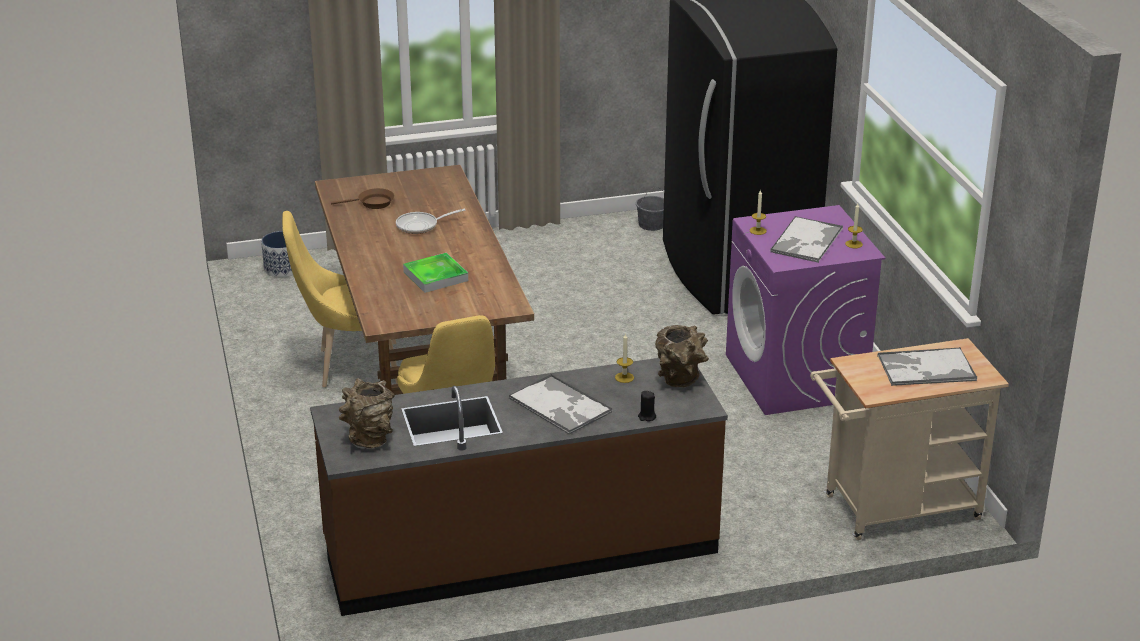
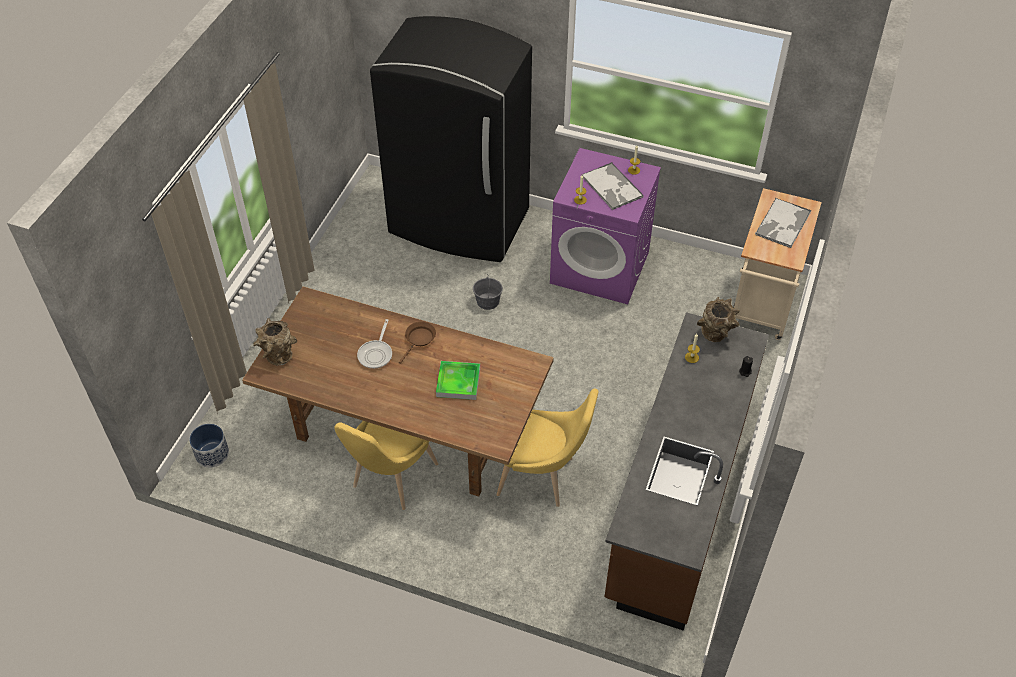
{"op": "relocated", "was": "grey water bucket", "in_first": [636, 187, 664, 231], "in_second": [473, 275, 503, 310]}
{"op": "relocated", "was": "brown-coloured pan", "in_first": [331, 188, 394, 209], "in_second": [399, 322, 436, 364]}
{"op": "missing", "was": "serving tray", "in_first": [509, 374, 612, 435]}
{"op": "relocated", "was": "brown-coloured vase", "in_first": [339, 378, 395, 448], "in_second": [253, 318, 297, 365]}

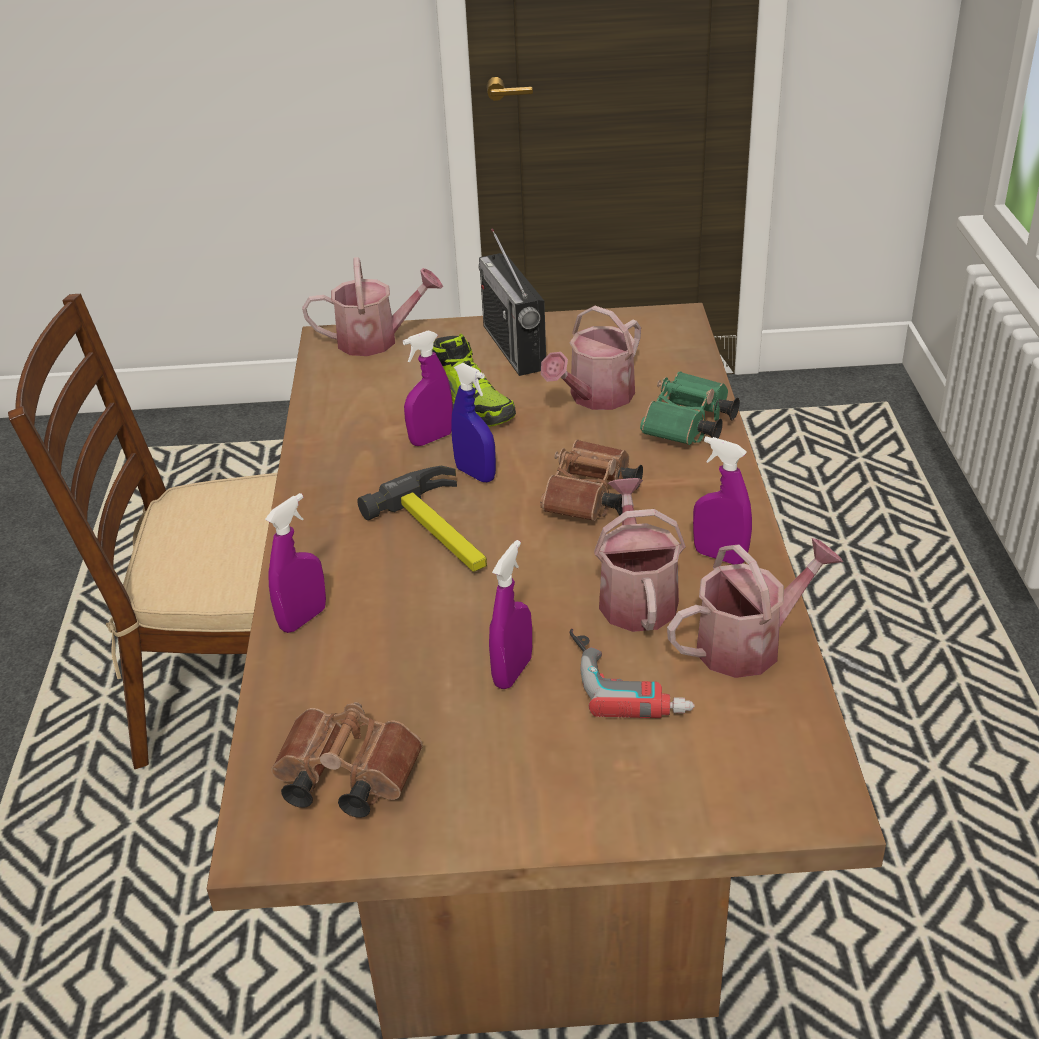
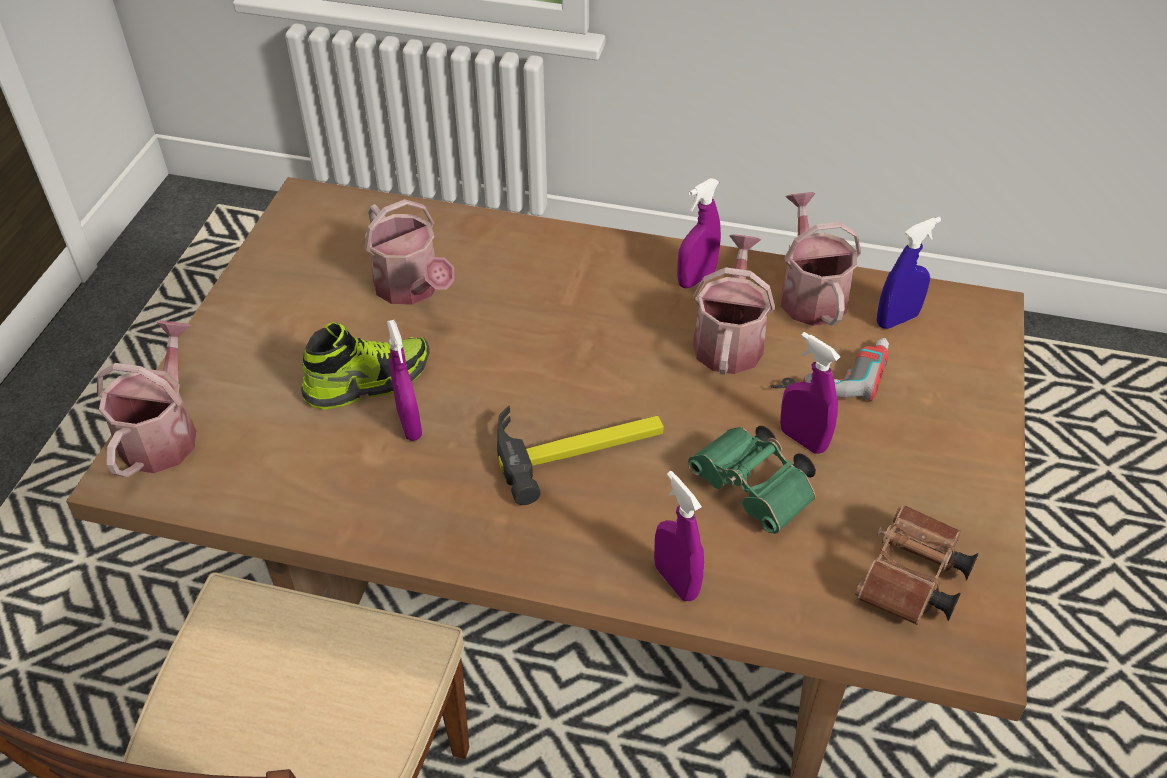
{"op": "missing", "was": "radio receiver", "in_first": [478, 228, 546, 376]}
{"op": "relocated", "was": "bluish spray bottle", "in_first": [451, 363, 496, 482], "in_second": [877, 217, 941, 329]}
{"op": "relocated", "was": "greenish binoculars", "in_first": [640, 371, 740, 445], "in_second": [688, 426, 816, 534]}
{"op": "missing", "was": "brown-coloured binoculars", "in_first": [540, 439, 643, 521]}
{"op": "spun", "was": "watering can", "in_first": [594, 478, 686, 632], "in_second": [693, 234, 775, 375], "clockwise": 90}

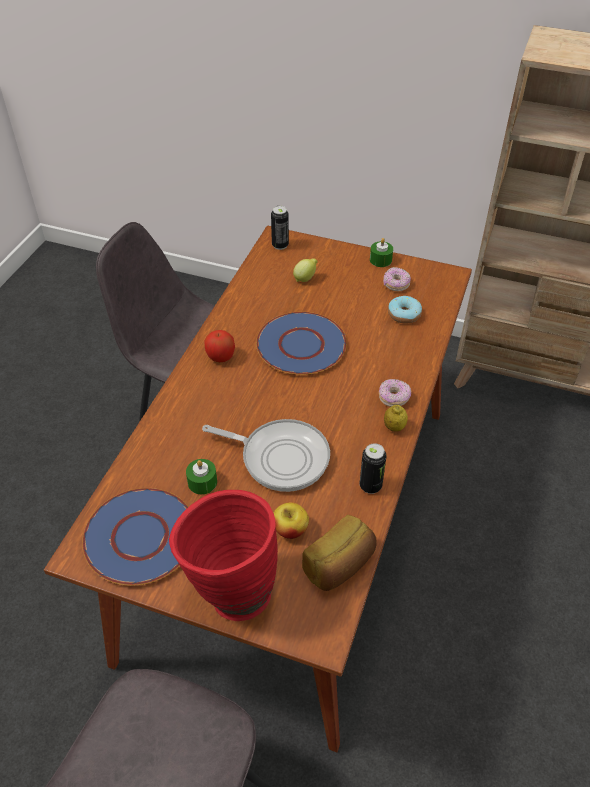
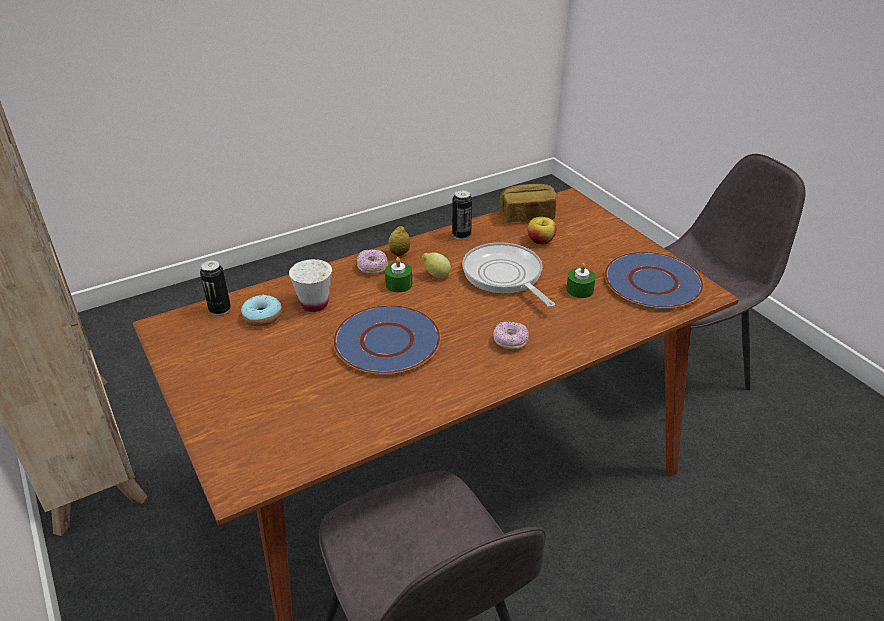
{"op": "relocated", "was": "sealed can", "in_first": [271, 206, 289, 250], "in_second": [200, 260, 231, 316]}
{"op": "relocated", "was": "greenish wax light", "in_first": [370, 238, 393, 267], "in_second": [385, 257, 412, 292]}
{"op": "relocated", "was": "whole lemon", "in_first": [293, 258, 318, 282], "in_second": [422, 253, 451, 278]}
{"op": "relocated", "was": "doughnut", "in_first": [383, 267, 411, 291], "in_second": [493, 321, 529, 349]}
{"op": "missing", "was": "apple", "in_first": [205, 330, 235, 362]}
{"op": "missing", "was": "red-coloured vase", "in_first": [169, 490, 278, 621]}
{"op": "appeared", "now": "white drinking cup", "in_second": [289, 259, 332, 312]}

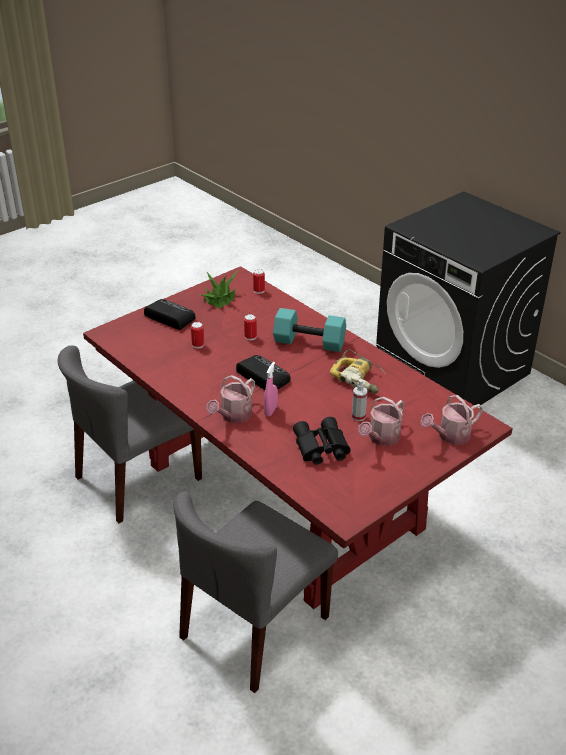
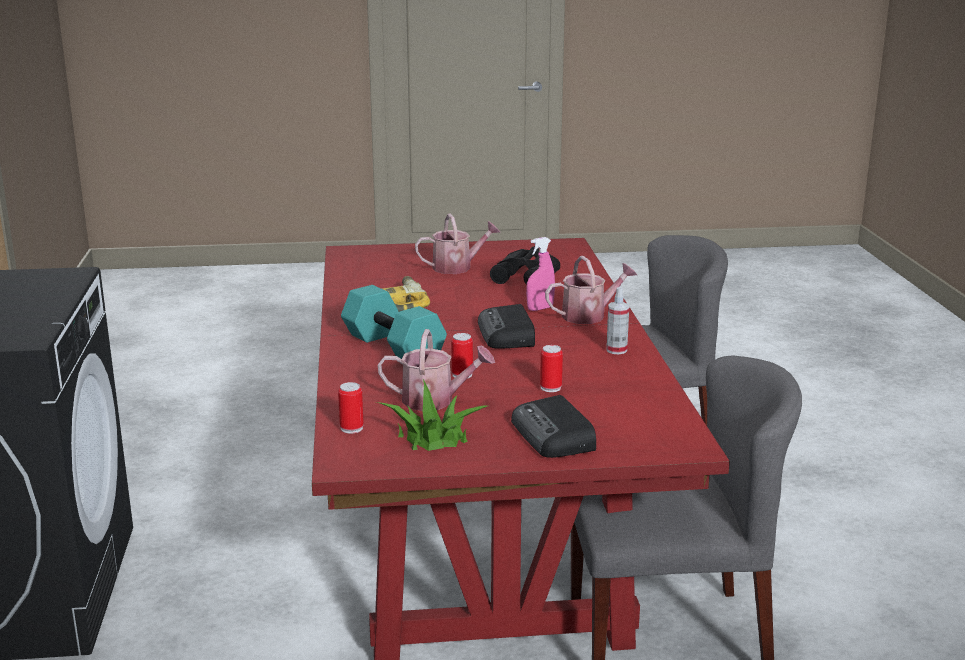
{"op": "relocated", "was": "spray bottle", "in_first": [352, 379, 367, 421], "in_second": [606, 287, 629, 354]}
{"op": "relocated", "was": "watering can", "in_first": [420, 395, 483, 445], "in_second": [378, 329, 495, 411]}

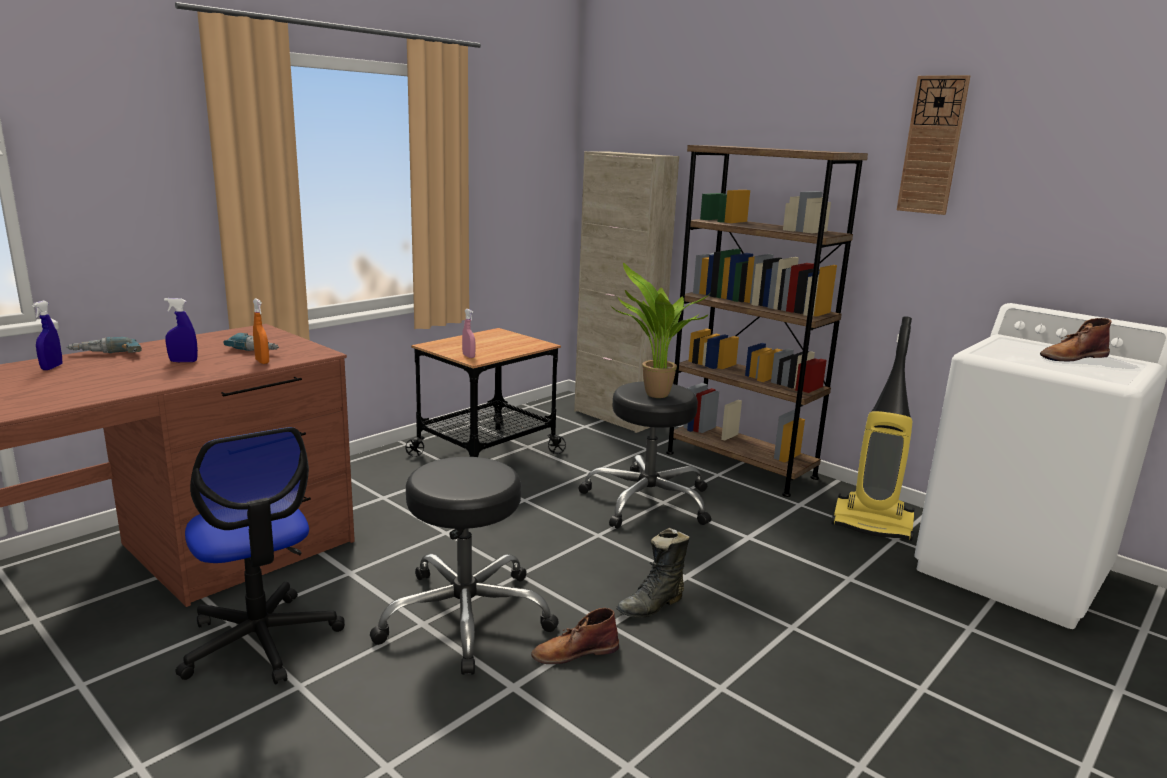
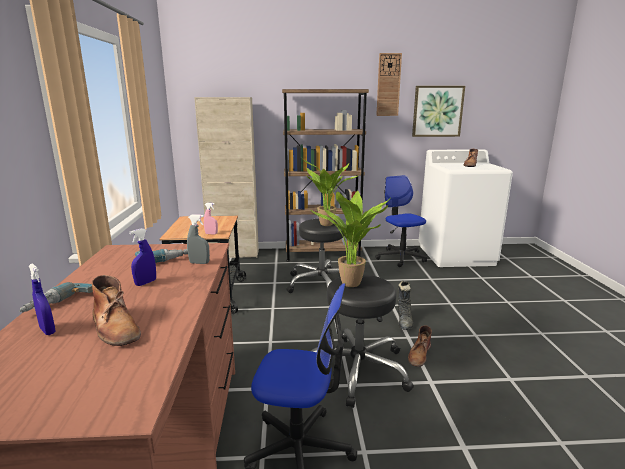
{"op": "colour", "was": "orangey spray bottle", "now": "grey spray bottle", "in_first": [253, 298, 269, 364], "in_second": [187, 214, 210, 264]}
{"op": "exchanged", "was": "vacuum cleaner", "now": "desk chair", "in_first": [831, 316, 915, 541], "in_second": [375, 175, 427, 267]}
{"op": "appeared", "now": "wall art", "in_second": [412, 86, 465, 137]}
{"op": "appeared", "now": "plant in a pot", "in_second": [309, 191, 390, 287]}
{"op": "appeared", "now": "brown-coloured high-top boot", "in_second": [92, 275, 141, 346]}

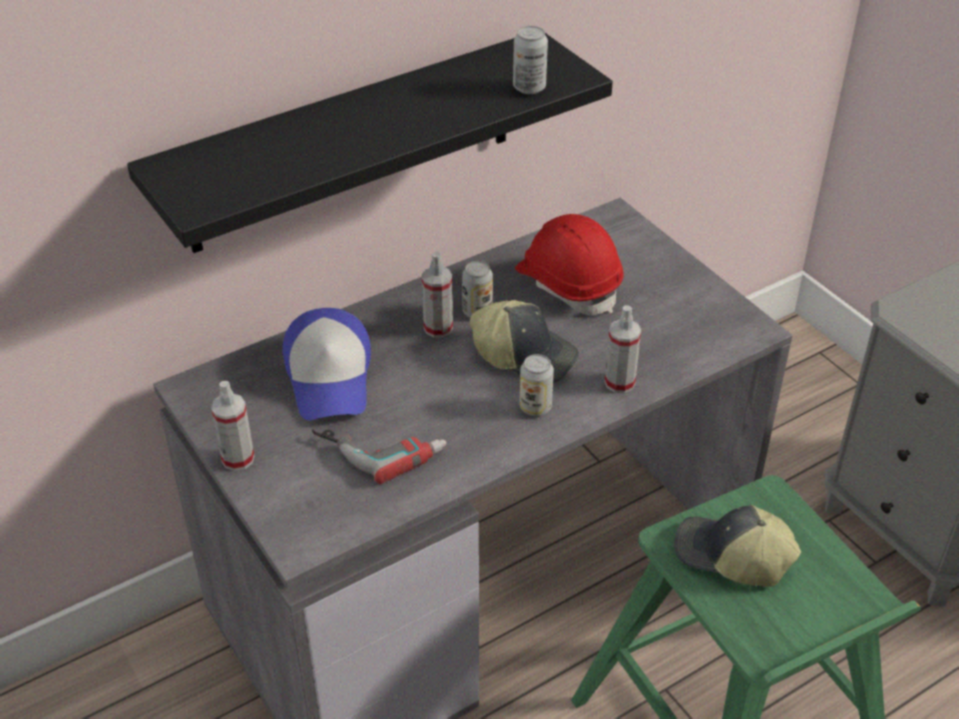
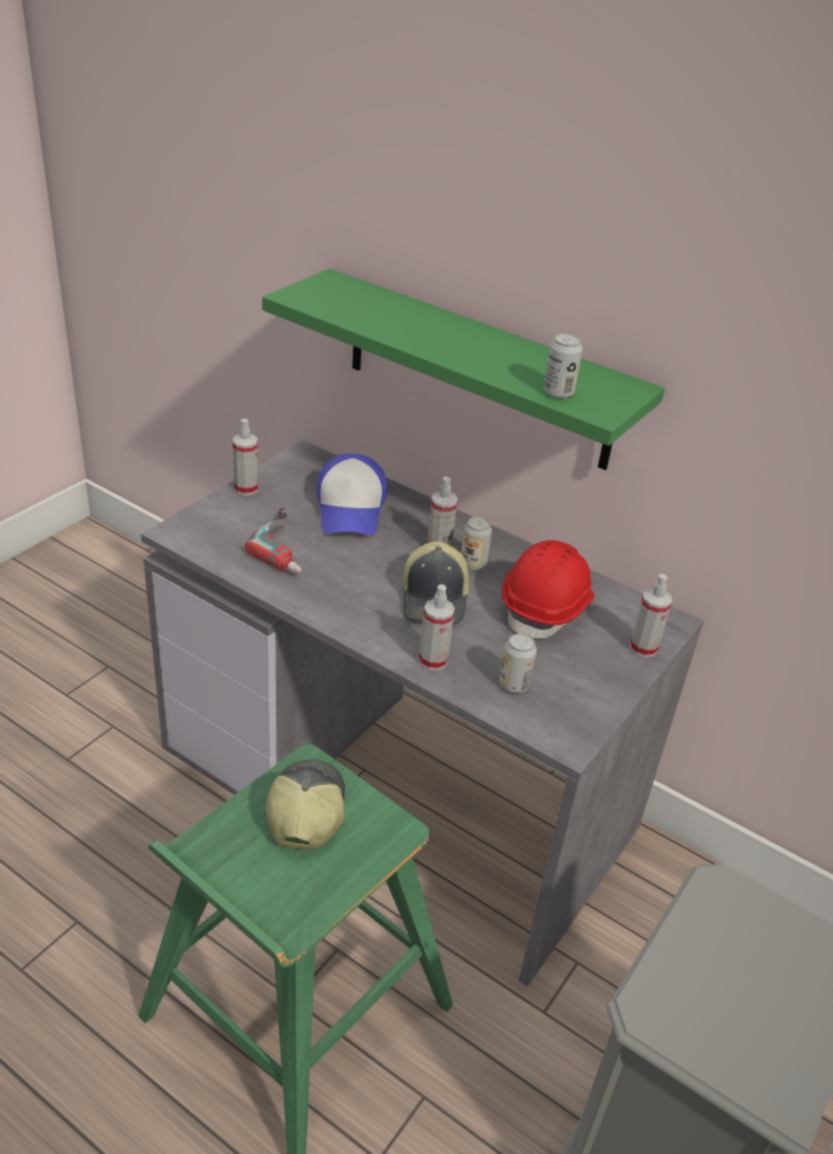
{"op": "colour", "was": "black shelf", "now": "greenish shelf", "in_first": [127, 33, 613, 253], "in_second": [262, 268, 665, 470]}
{"op": "spun", "was": "baseball cap", "in_first": [283, 308, 371, 420], "in_second": [317, 453, 387, 536], "clockwise": -60}
{"op": "relocated", "was": "sealed can", "in_first": [520, 354, 554, 416], "in_second": [499, 633, 537, 693]}
{"op": "appeared", "now": "spray bottle", "in_second": [630, 574, 672, 657]}

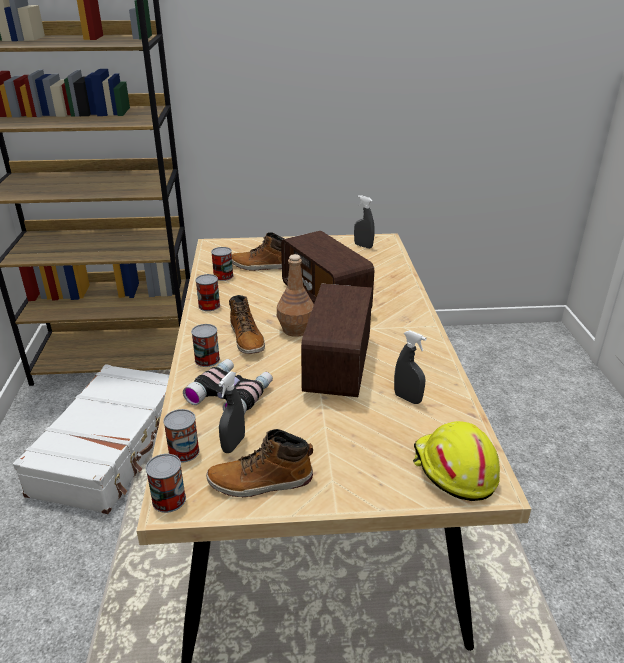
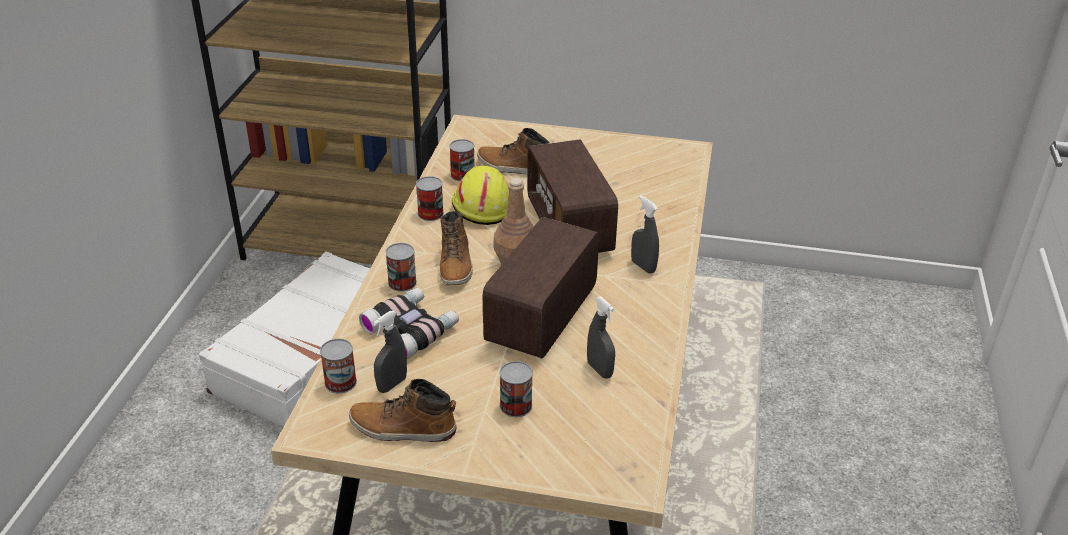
{"op": "relocated", "was": "grey spray bottle", "in_first": [354, 195, 375, 249], "in_second": [631, 195, 659, 274]}
{"op": "relocated", "was": "yellow safety helmet", "in_first": [413, 421, 500, 501], "in_second": [452, 166, 510, 225]}
{"op": "relocated", "was": "sealed can", "in_first": [146, 454, 186, 513], "in_second": [499, 361, 533, 417]}

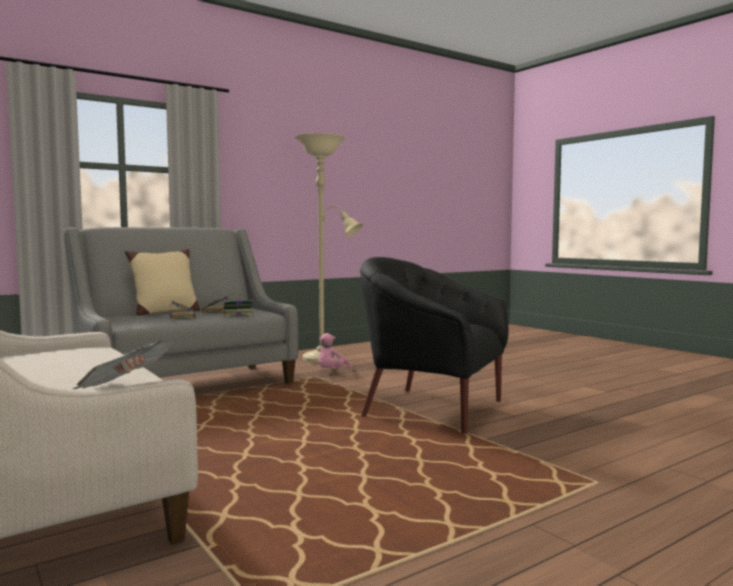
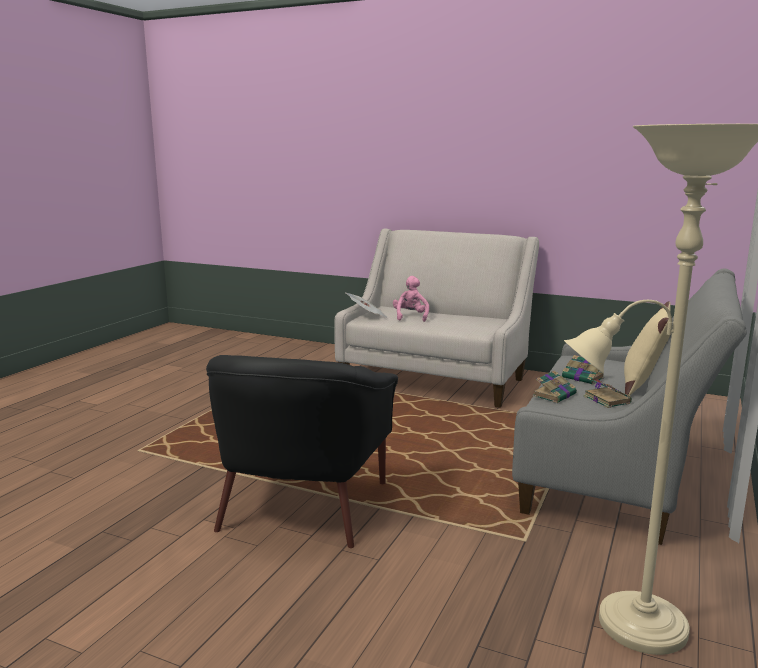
{"op": "spun", "was": "black easy chair", "in_first": [360, 257, 509, 434], "in_second": [206, 355, 398, 548], "clockwise": 105}
{"op": "relocated", "was": "pink cuddly toy", "in_first": [318, 333, 352, 369], "in_second": [393, 276, 429, 322]}

